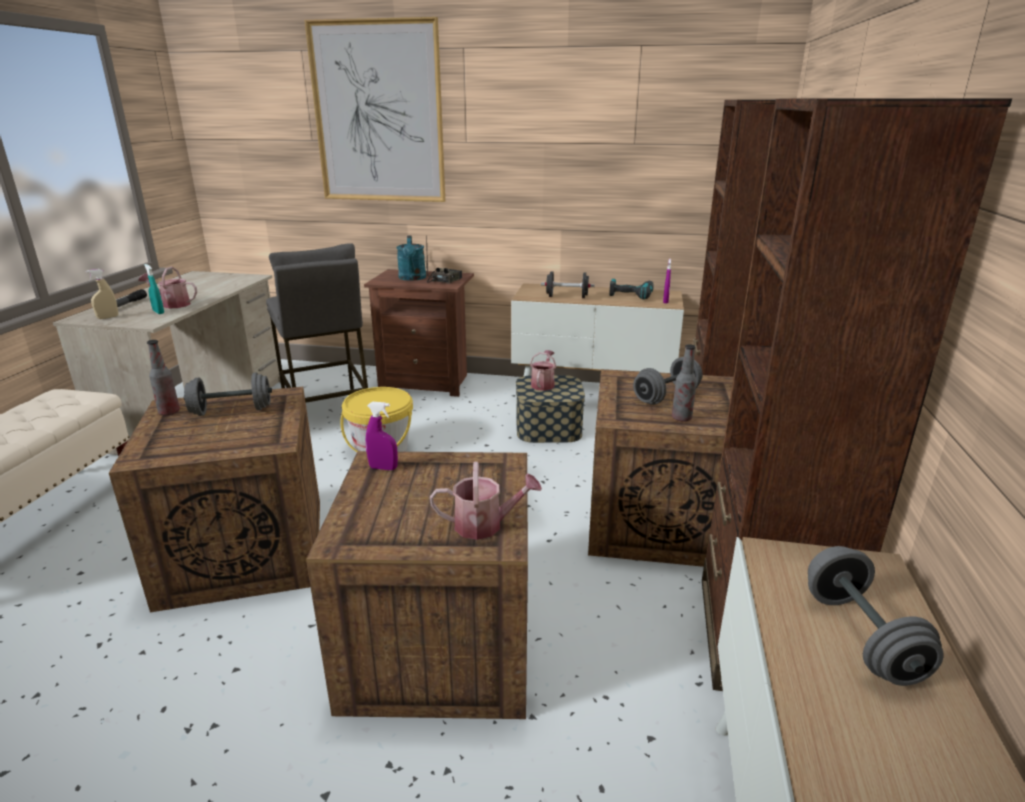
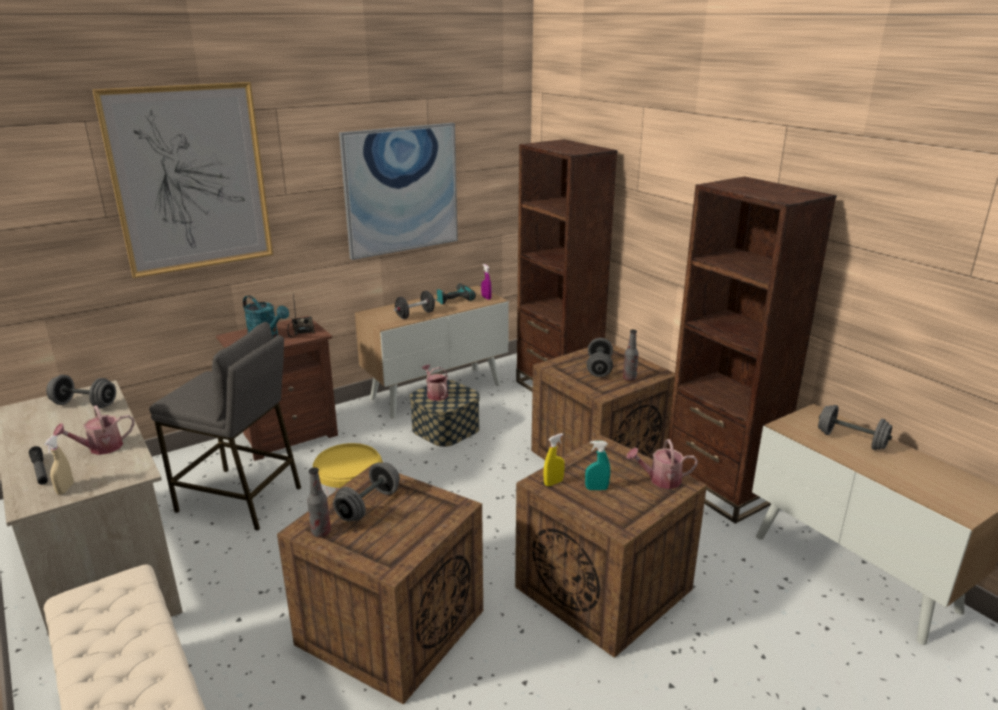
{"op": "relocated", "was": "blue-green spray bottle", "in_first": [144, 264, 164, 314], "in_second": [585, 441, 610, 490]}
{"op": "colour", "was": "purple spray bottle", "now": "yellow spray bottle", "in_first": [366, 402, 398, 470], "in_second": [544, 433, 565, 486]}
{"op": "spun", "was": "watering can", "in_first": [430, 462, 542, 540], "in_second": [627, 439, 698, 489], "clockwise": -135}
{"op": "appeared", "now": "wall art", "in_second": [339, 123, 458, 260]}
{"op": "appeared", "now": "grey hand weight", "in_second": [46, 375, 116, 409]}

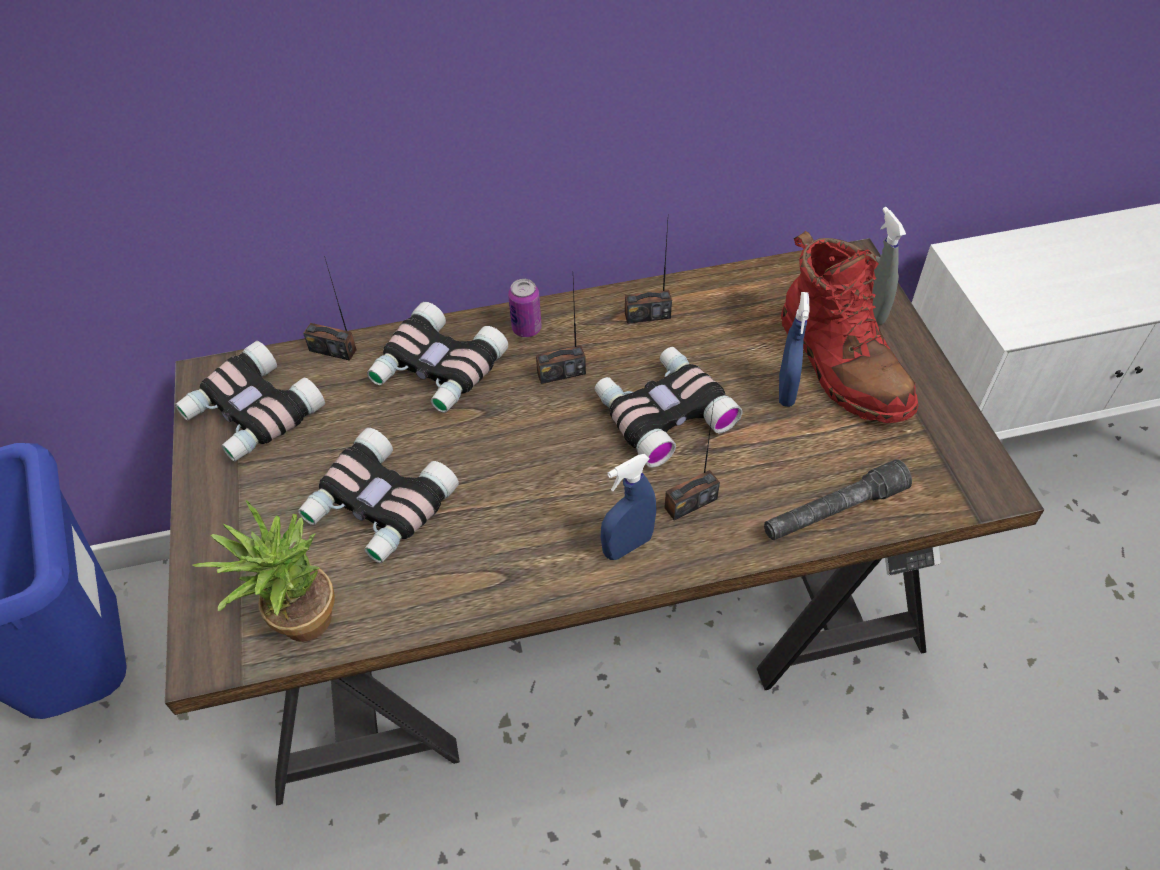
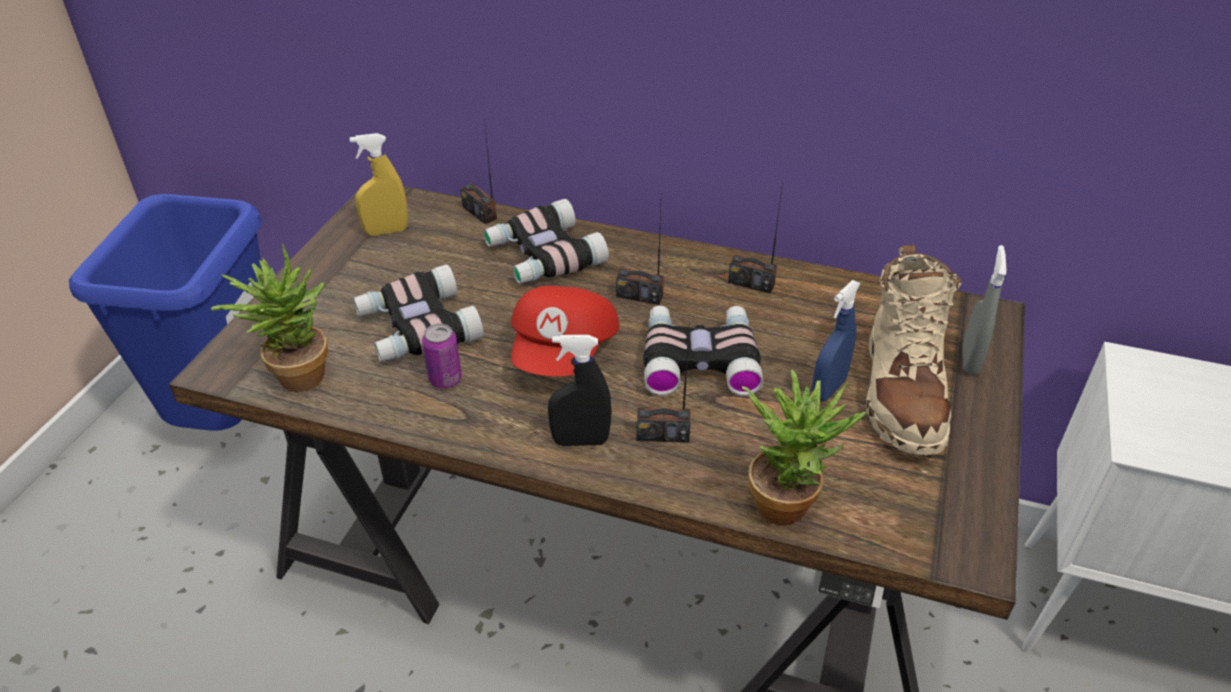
{"op": "colour", "was": "red-coloured high-top boot", "now": "beige high-top boot", "in_first": [781, 231, 918, 423], "in_second": [866, 244, 962, 455]}
{"op": "relocated", "was": "sealed can", "in_first": [508, 279, 542, 337], "in_second": [422, 324, 462, 389]}
{"op": "exchanged", "was": "binoculars", "now": "yellow spray bottle", "in_first": [175, 341, 325, 462], "in_second": [349, 133, 408, 236]}
{"op": "colour", "was": "bluish spray bottle", "now": "black spray bottle", "in_first": [601, 454, 656, 560], "in_second": [548, 335, 612, 446]}
{"op": "exchanged", "was": "grey hand torch", "now": "plant in a pot", "in_first": [764, 459, 912, 540], "in_second": [742, 369, 866, 525]}
{"op": "appeared", "now": "red-coloured baseball cap", "in_second": [511, 286, 619, 376]}

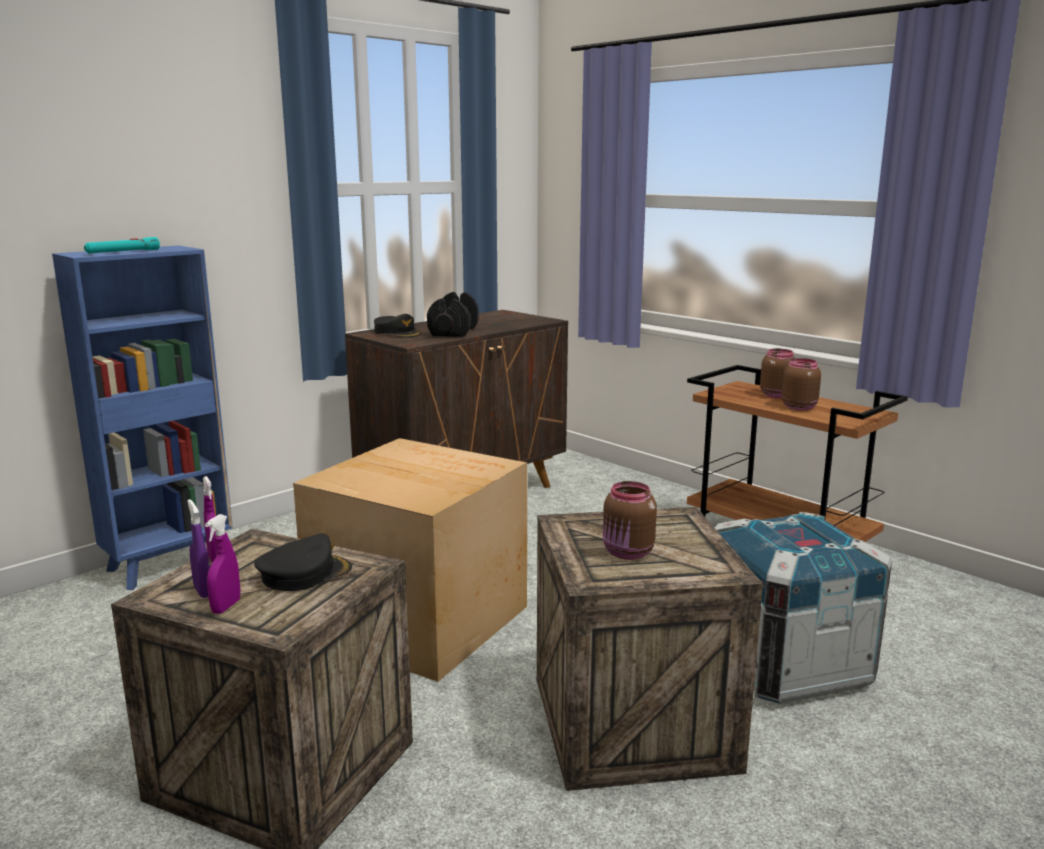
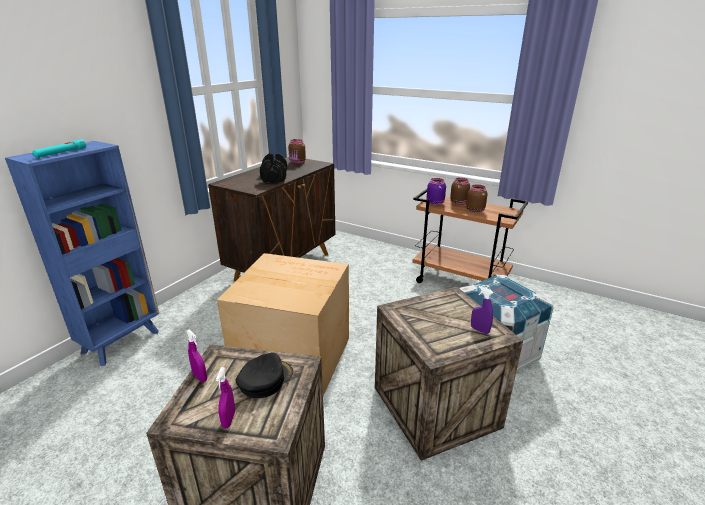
{"op": "missing", "was": "black baseball cap", "in_first": [374, 314, 422, 338]}
{"op": "relocated", "was": "brown-coloured storage jar", "in_first": [603, 481, 657, 560], "in_second": [288, 139, 306, 164]}
{"op": "relocated", "was": "purple spray bottle", "in_first": [187, 499, 210, 598], "in_second": [471, 286, 493, 334]}
{"op": "appeared", "now": "purple storage jar", "in_second": [427, 178, 446, 205]}

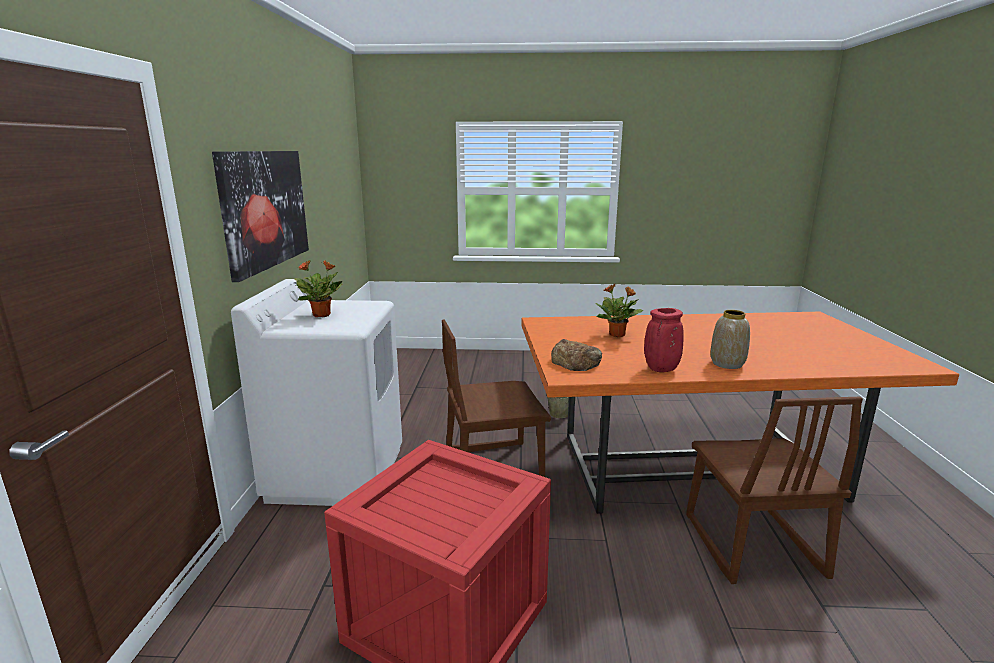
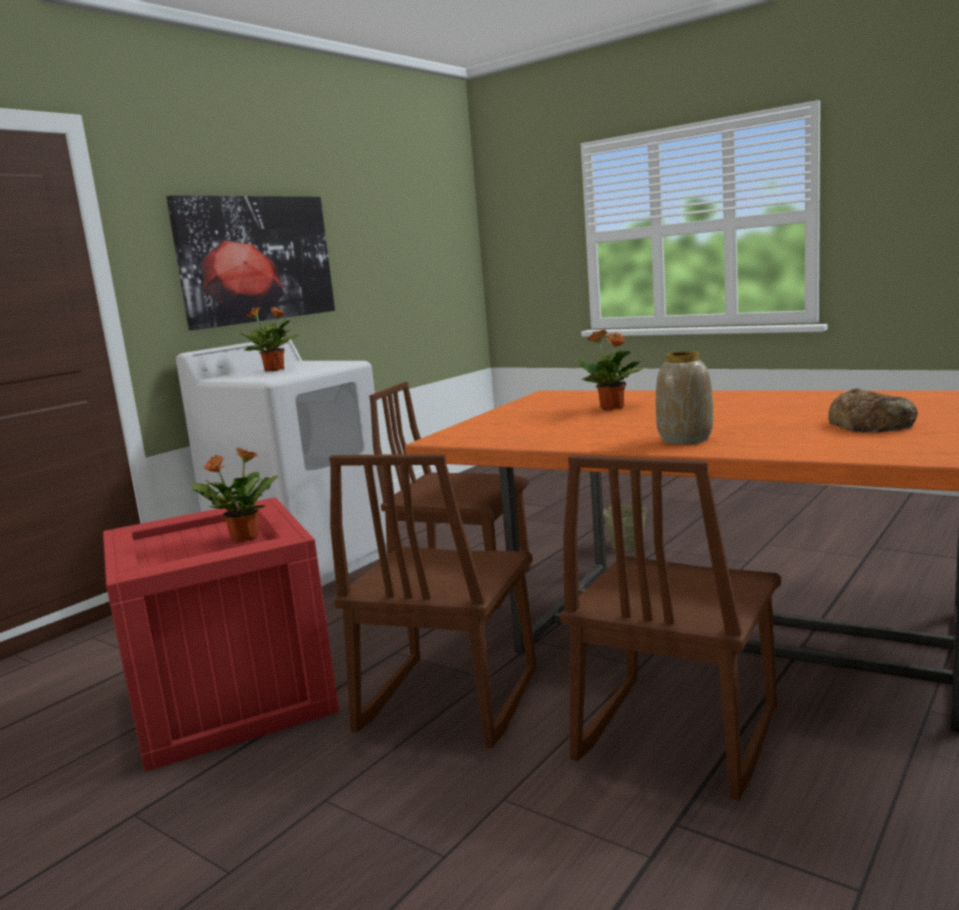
{"op": "missing", "was": "red-coloured vase", "in_first": [644, 308, 684, 372]}
{"op": "relocated", "was": "bakery bread", "in_first": [551, 339, 602, 371], "in_second": [828, 388, 918, 433]}
{"op": "appeared", "now": "plant in a pot", "in_second": [191, 447, 278, 542]}
{"op": "appeared", "now": "brown-coloured chair", "in_second": [329, 454, 537, 748]}

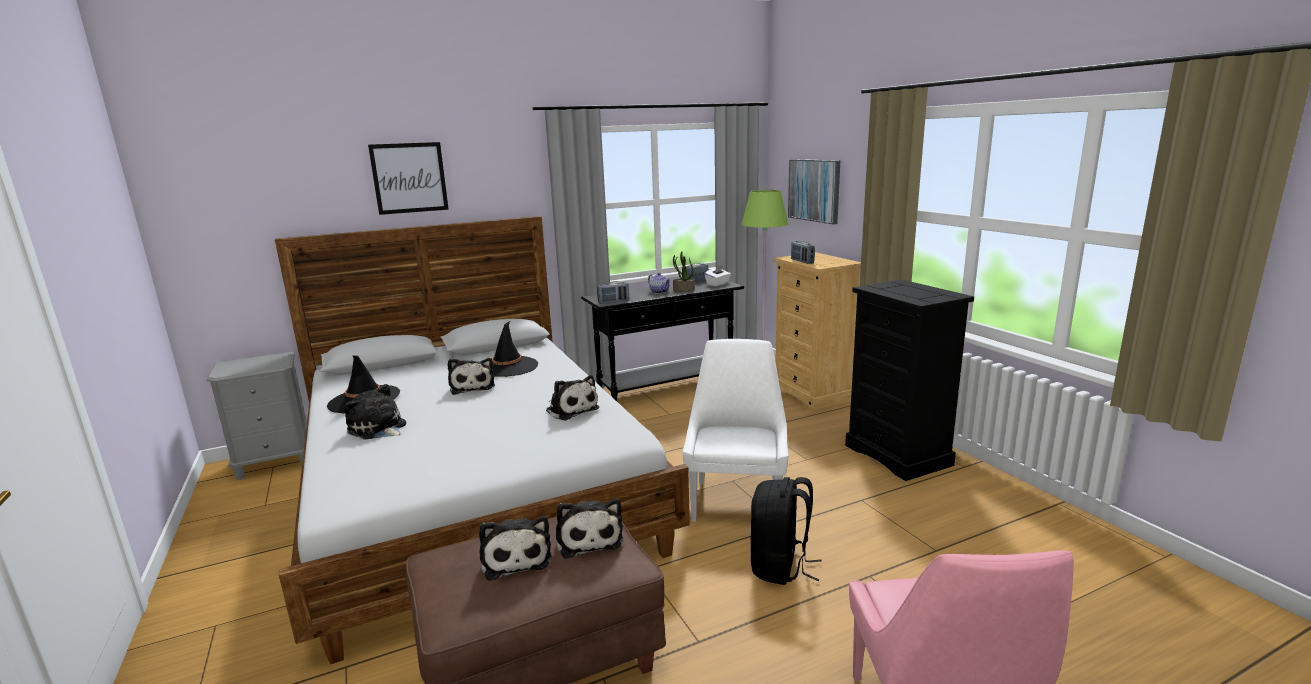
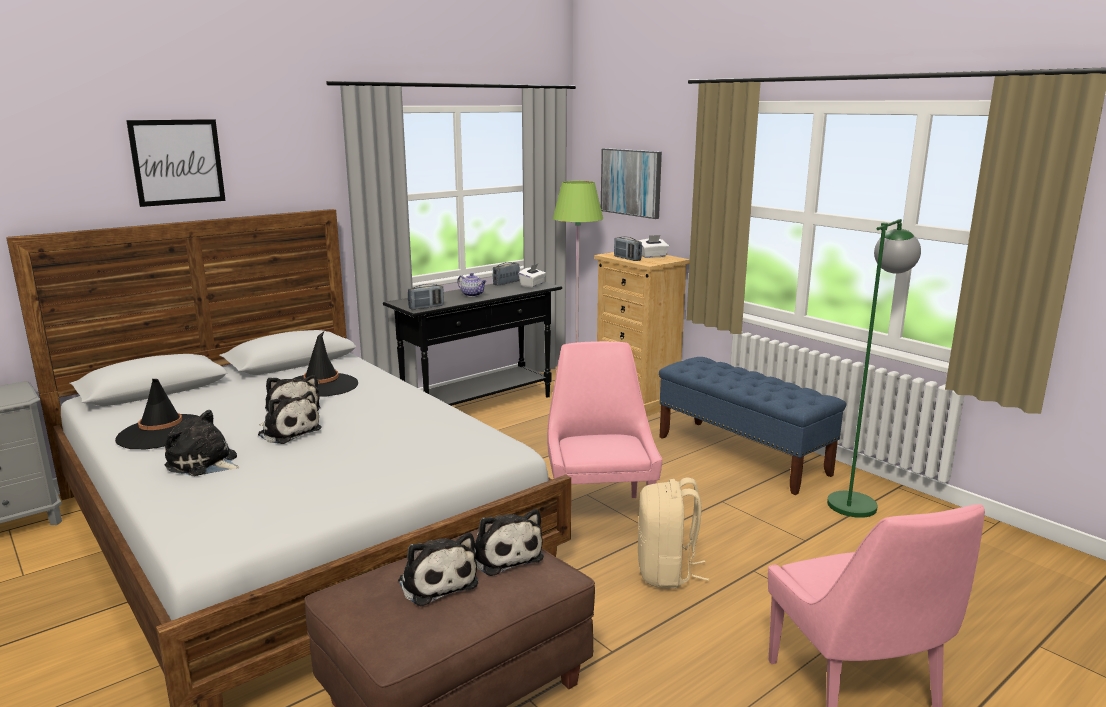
{"op": "missing", "was": "plant in a pot", "in_first": [673, 251, 695, 292]}
{"op": "exchanged", "was": "black dresser", "now": "bluish long seat", "in_first": [845, 280, 974, 481], "in_second": [659, 357, 846, 495]}
{"op": "colour", "was": "white chair", "now": "pink chair", "in_first": [682, 339, 789, 522], "in_second": [547, 341, 662, 498]}
{"op": "relocated", "was": "cuddly toy", "in_first": [546, 375, 599, 421], "in_second": [258, 391, 322, 444]}
{"op": "colour", "was": "black backpack", "now": "beige backpack", "in_first": [750, 477, 822, 585], "in_second": [638, 478, 709, 588]}
{"op": "appeared", "now": "greenish floor lamp", "in_second": [827, 219, 921, 518]}
{"op": "appeared", "now": "white tissue box", "in_second": [639, 235, 669, 258]}

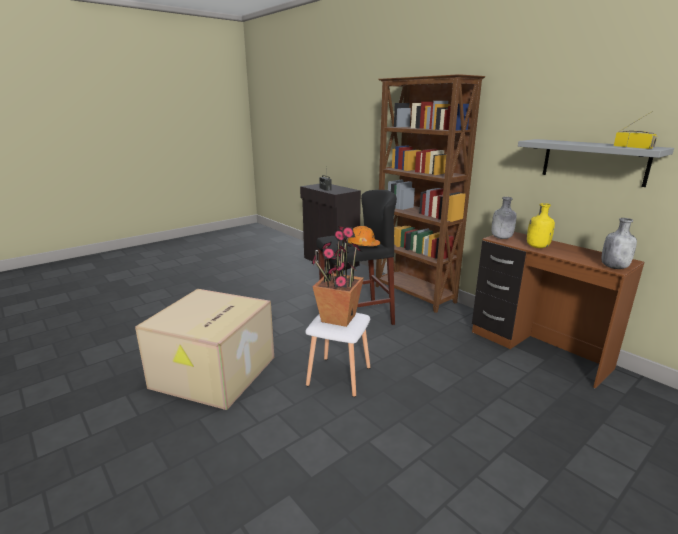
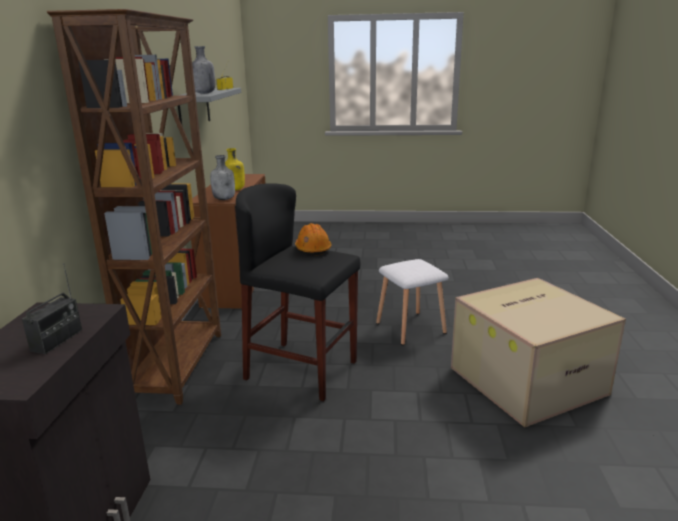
{"op": "relocated", "was": "grey bottle", "in_first": [601, 218, 637, 269], "in_second": [192, 46, 215, 94]}
{"op": "missing", "was": "plant in a pot", "in_first": [312, 226, 364, 327]}

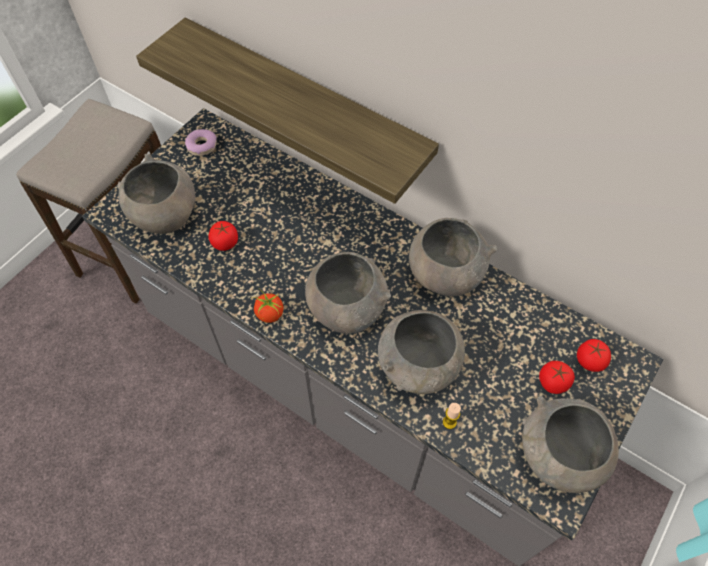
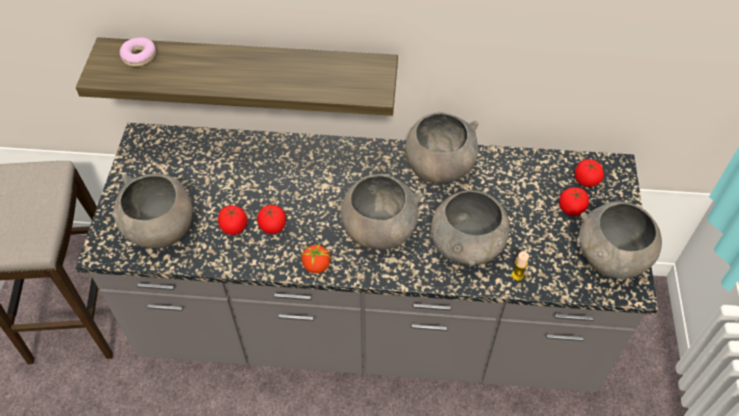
{"op": "relocated", "was": "doughnut", "in_first": [185, 129, 217, 156], "in_second": [120, 37, 156, 67]}
{"op": "appeared", "now": "tomato", "in_second": [257, 205, 286, 234]}

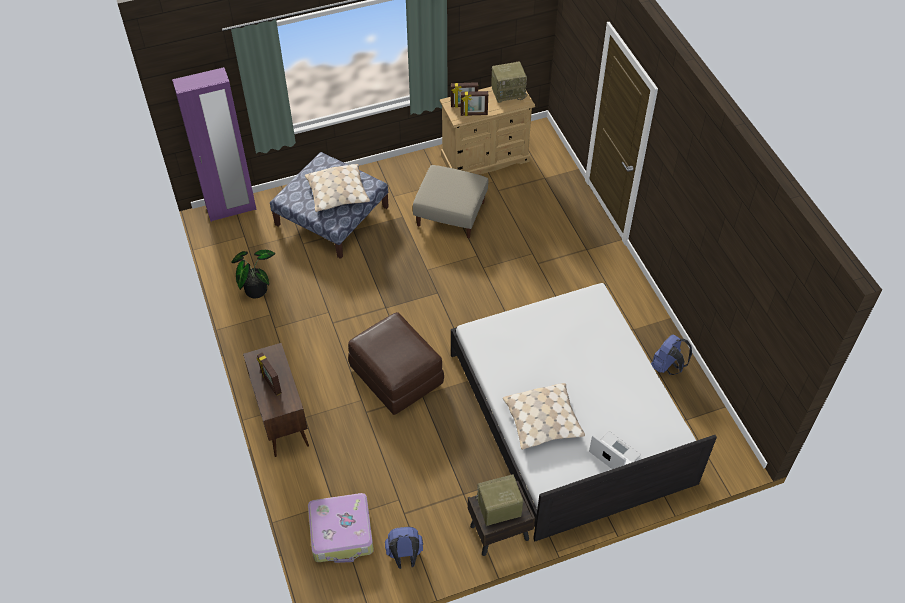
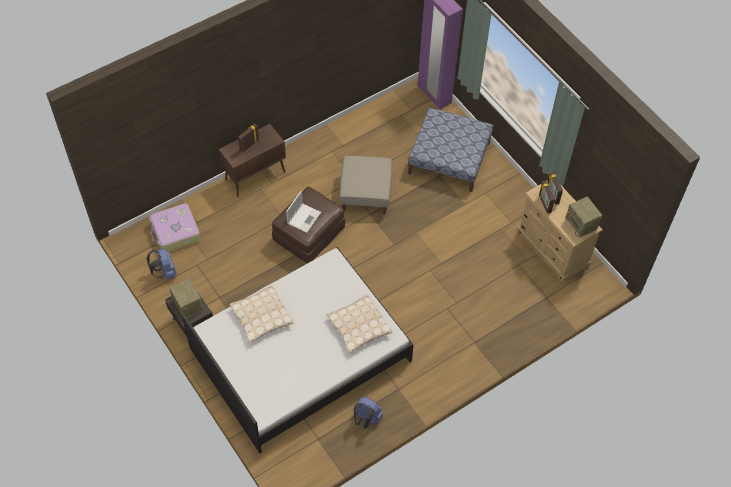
{"op": "relocated", "was": "beige pillow", "in_first": [305, 164, 370, 212], "in_second": [327, 294, 392, 353]}
{"op": "relocated", "was": "beige ottoman", "in_first": [413, 165, 488, 238], "in_second": [339, 156, 392, 214]}
{"op": "missing", "was": "plant in a pot", "in_first": [231, 250, 276, 298]}
{"op": "relocated", "was": "notebook computer", "in_first": [589, 431, 641, 469], "in_second": [286, 191, 321, 233]}

